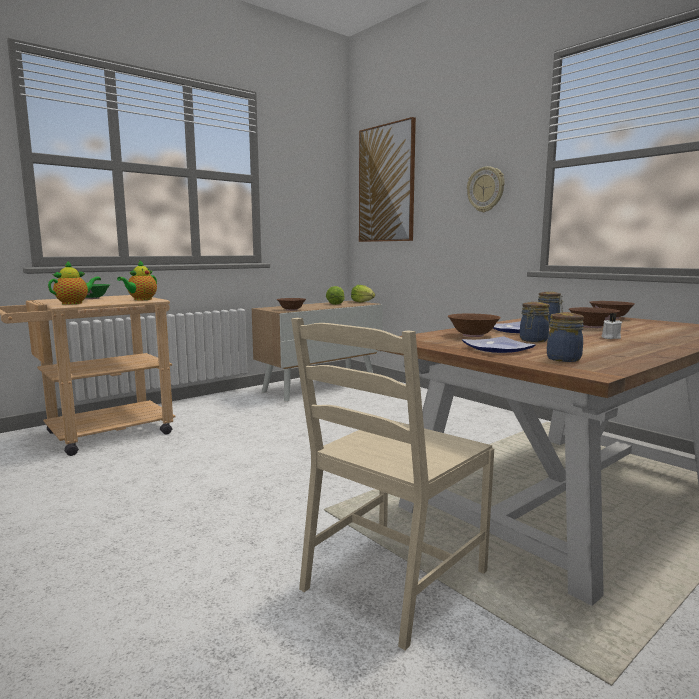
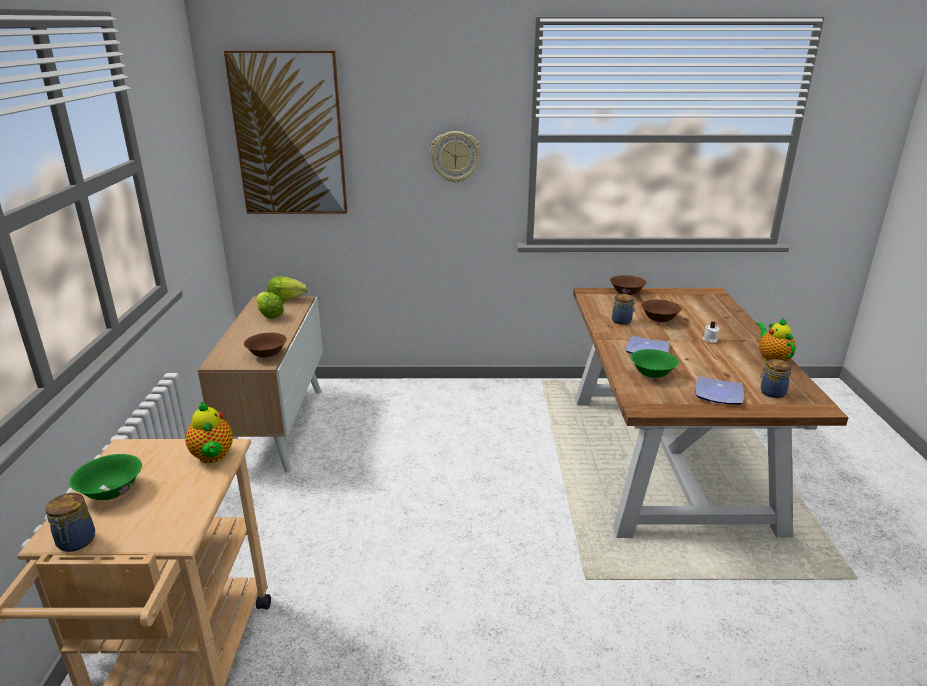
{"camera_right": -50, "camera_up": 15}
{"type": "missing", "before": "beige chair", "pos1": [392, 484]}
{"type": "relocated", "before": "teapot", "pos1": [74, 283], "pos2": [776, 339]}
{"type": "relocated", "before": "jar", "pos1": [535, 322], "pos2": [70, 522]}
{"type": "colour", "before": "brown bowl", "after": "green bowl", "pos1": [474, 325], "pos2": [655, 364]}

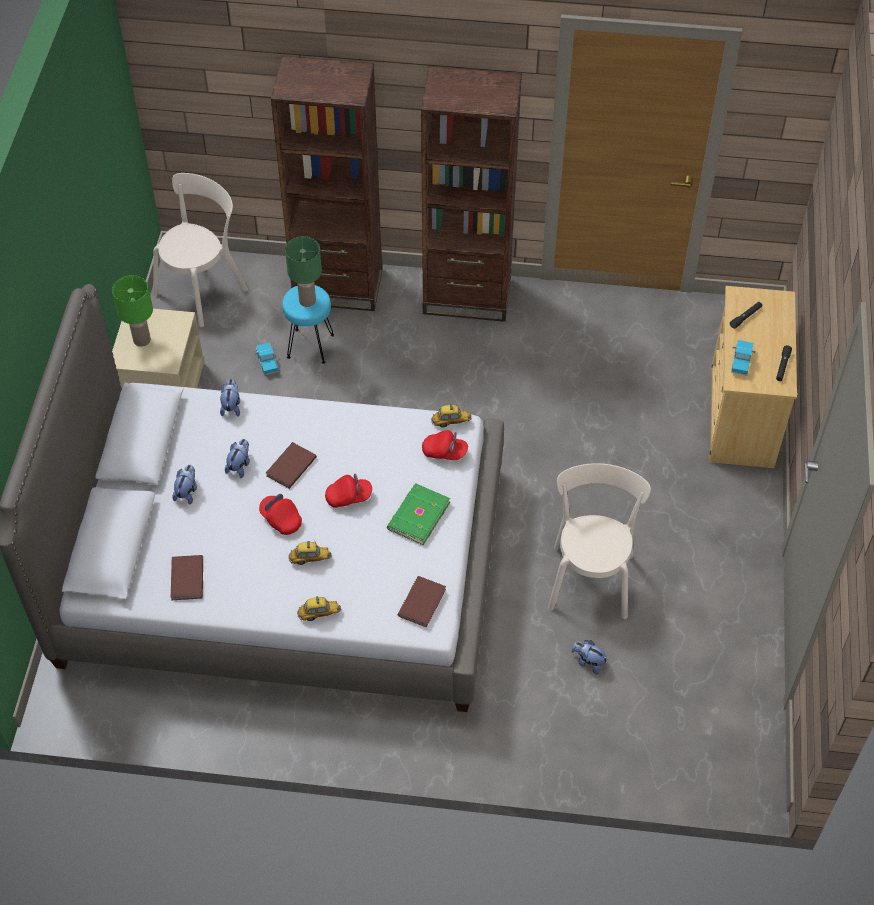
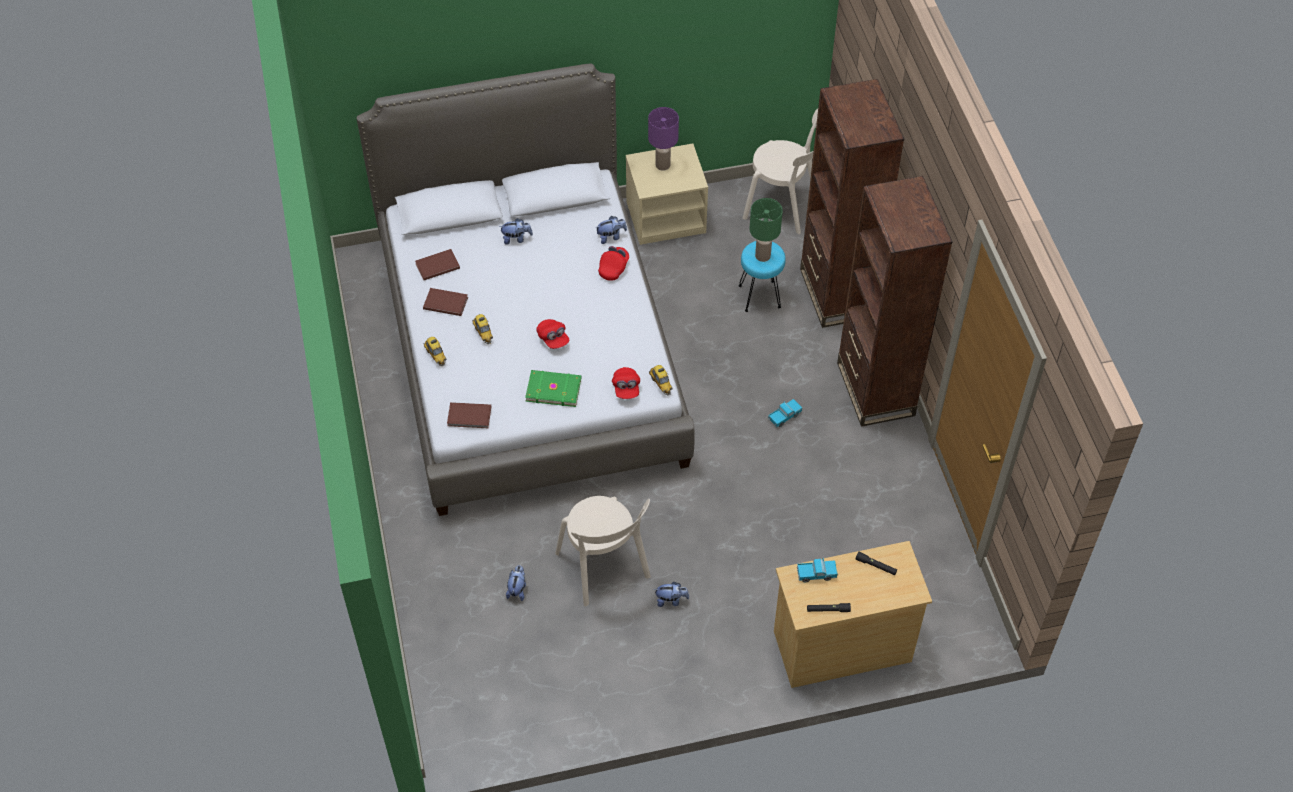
{"camera_right": 70, "camera_up": 0}
{"type": "relocated", "before": "plush toy", "pos1": [237, 458], "pos2": [671, 594]}
{"type": "relocated", "before": "toy truck", "pos1": [267, 359], "pos2": [785, 413]}
{"type": "relocated", "before": "red cap", "pos1": [280, 514], "pos2": [613, 263]}
{"type": "relocated", "before": "brown book", "pos1": [291, 465], "pos2": [445, 302]}
{"type": "colour", "before": "green table lamp", "after": "purple table lamp", "pos1": [132, 311], "pos2": [663, 139]}
{"type": "spun", "before": "beige chair", "pos1": [599, 541], "pos2": [603, 551], "turn": 75}

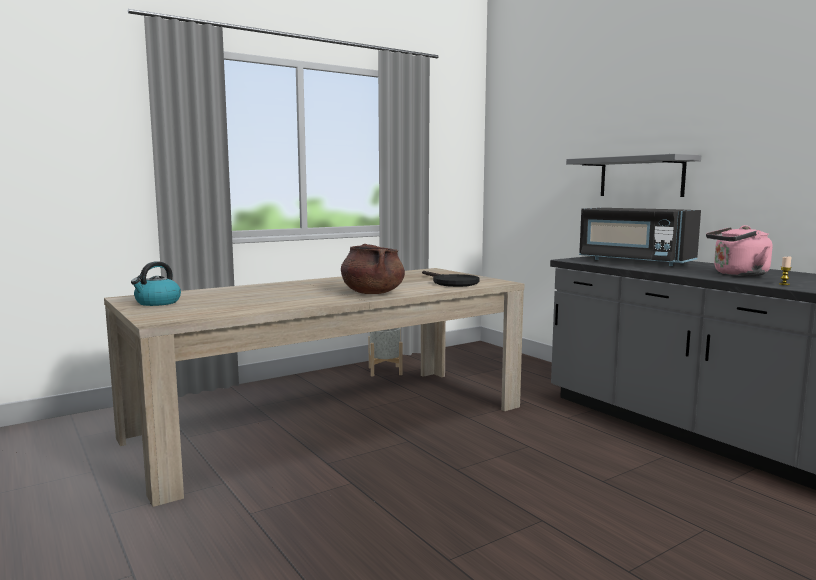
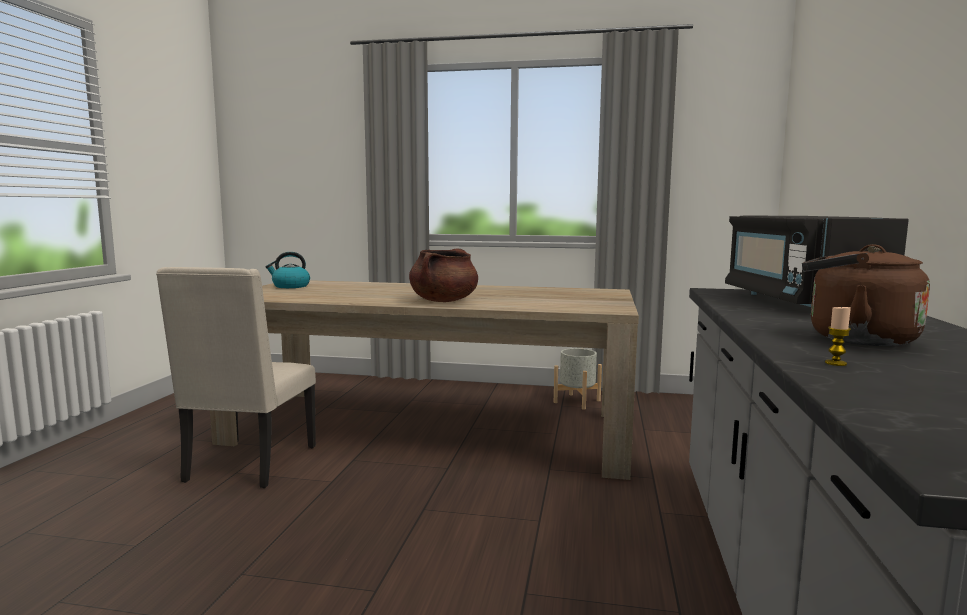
{"camera_right": 45, "camera_up": 0}
{"type": "missing", "before": "black frying pan", "pos1": [451, 279]}
{"type": "missing", "before": "grey shelf", "pos1": [633, 175]}
{"type": "appeared", "after": "beige chair", "pos2": [236, 377]}
{"type": "colour", "before": "pink kettle", "after": "brown kettle", "pos1": [739, 250], "pos2": [866, 295]}

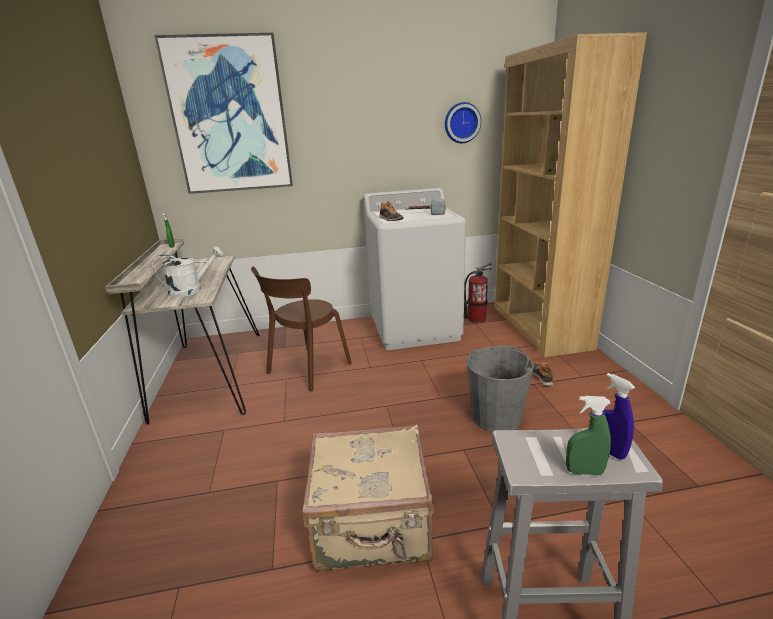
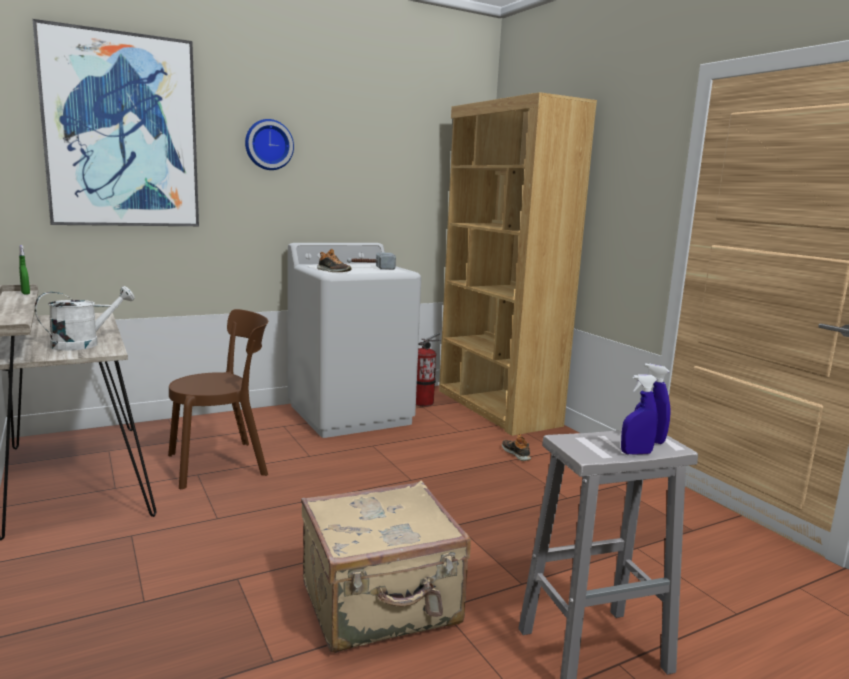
{"camera_right": -20, "camera_up": -10}
{"type": "missing", "before": "grey bucket", "pos1": [500, 389]}
{"type": "relocated", "before": "wall clock", "pos1": [463, 122], "pos2": [269, 144]}
{"type": "colour", "before": "green spray bottle", "after": "blue spray bottle", "pos1": [588, 435], "pos2": [639, 414]}
{"type": "spun", "before": "brown chair", "pos1": [301, 329], "pos2": [218, 399], "turn": -135}

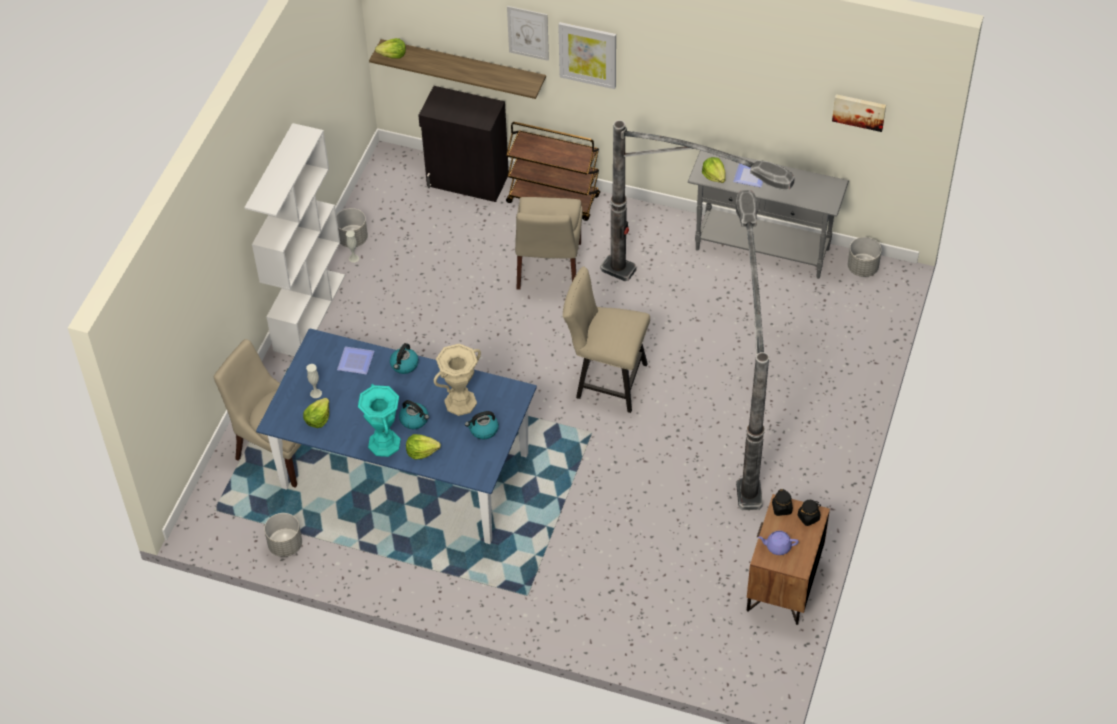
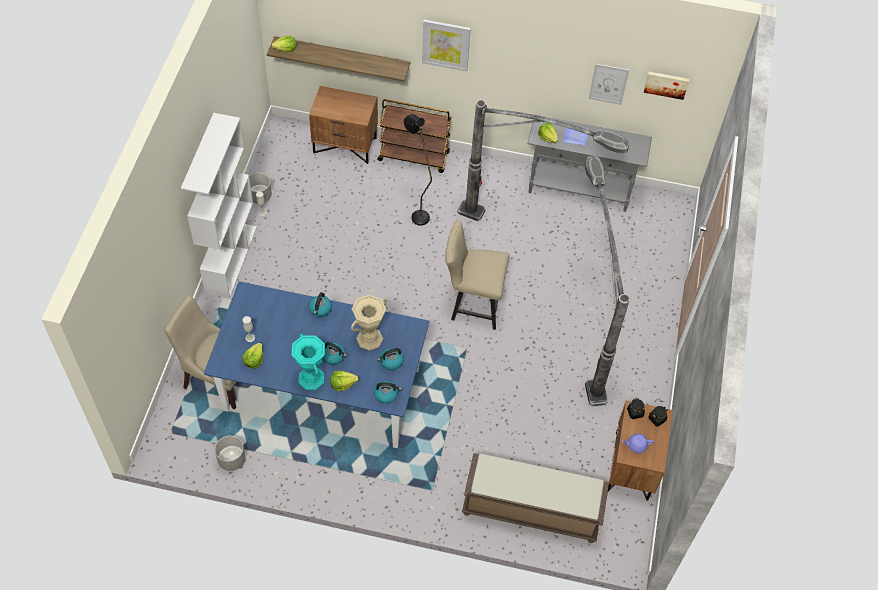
{"camera_right": -10, "camera_up": 5}
{"type": "missing", "before": "plate", "pos1": [355, 360]}
{"type": "missing", "before": "grey planter", "pos1": [865, 257]}
{"type": "appeared", "after": "kettle", "pos2": [388, 392]}
{"type": "appeared", "after": "brown bench", "pos2": [535, 498]}
{"type": "relocated", "before": "picture", "pos1": [528, 33], "pos2": [608, 84]}
{"type": "exchanged", "before": "black cabinet", "after": "brown nightstand", "pos1": [463, 144], "pos2": [343, 125]}
{"type": "exchanged", "before": "beige chair", "after": "black floor lamp", "pos1": [548, 243], "pos2": [418, 170]}

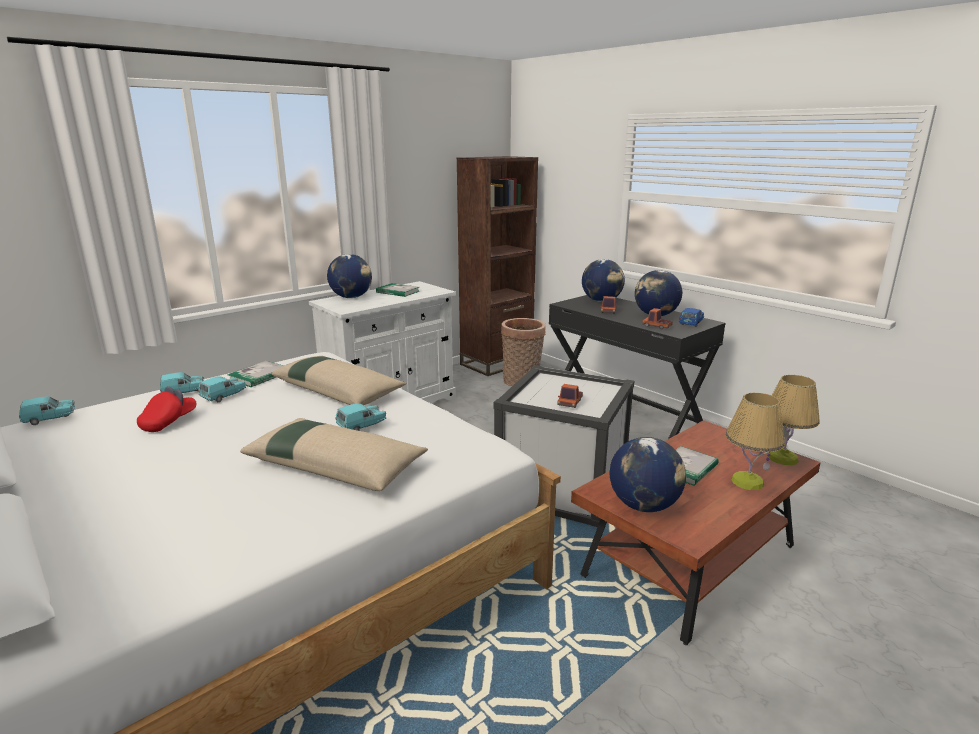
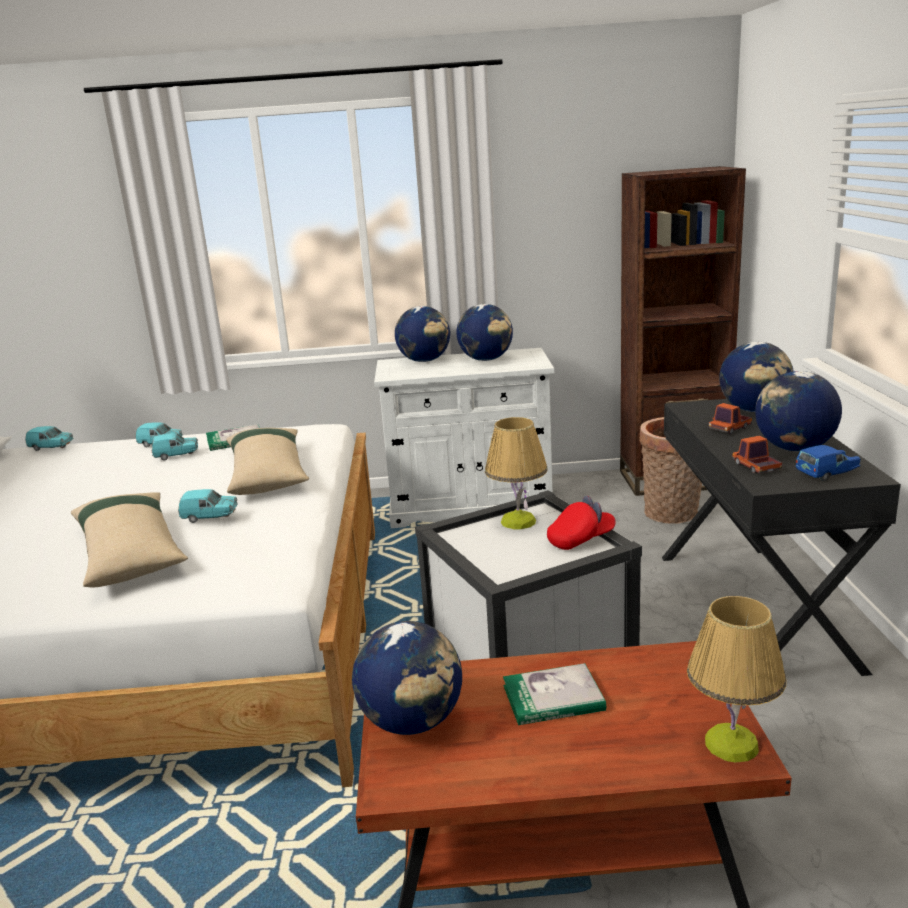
{"camera_right": 40, "camera_up": 0}
{"type": "missing", "before": "toy truck", "pos1": [570, 396]}
{"type": "relocated", "before": "red cap", "pos1": [167, 409], "pos2": [581, 523]}
{"type": "relocated", "before": "table lamp", "pos1": [755, 441], "pos2": [516, 473]}
{"type": "exchanged", "before": "book", "after": "globe", "pos1": [397, 290], "pos2": [484, 332]}

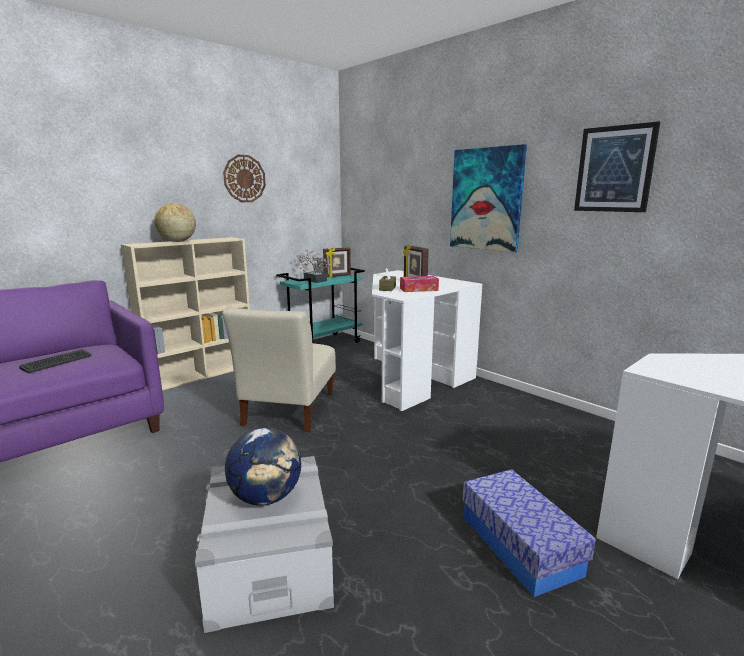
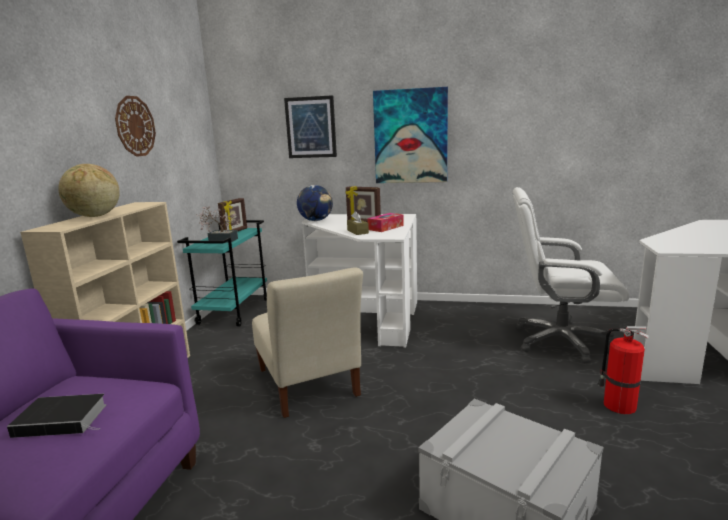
{"camera_right": -35, "camera_up": 0}
{"type": "appeared", "after": "white office chair", "pos2": [571, 275]}
{"type": "relocated", "before": "globe", "pos1": [263, 466], "pos2": [315, 203]}
{"type": "relocated", "before": "picture", "pos1": [617, 166], "pos2": [310, 126]}
{"type": "exchanged", "before": "keyboard", "after": "book", "pos1": [55, 361], "pos2": [56, 416]}
{"type": "exchanged", "before": "storage box", "after": "fire extinguisher", "pos1": [529, 533], "pos2": [623, 370]}

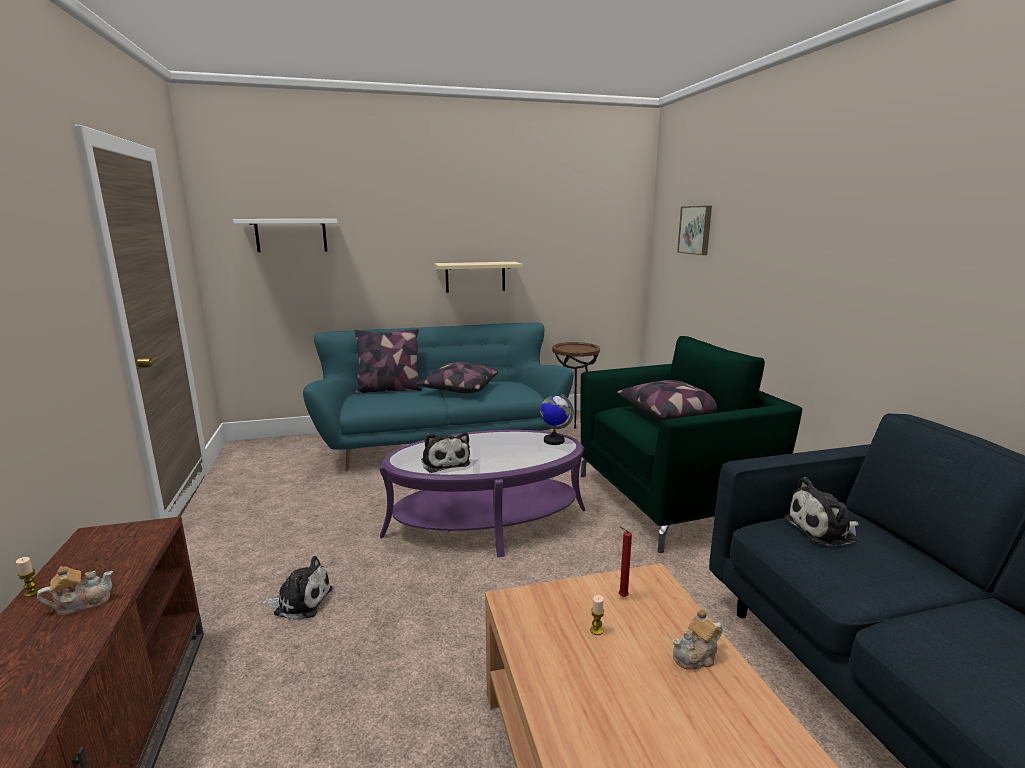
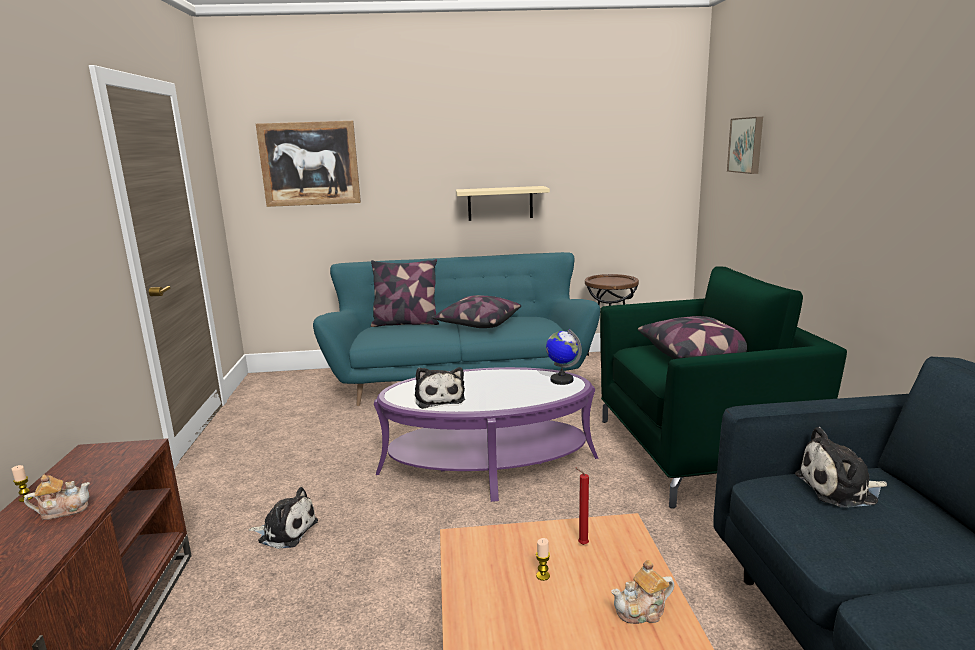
{"camera_right": 10, "camera_up": 0}
{"type": "exchanged", "before": "white shelf", "after": "picture", "pos1": [285, 235], "pos2": [308, 164]}

